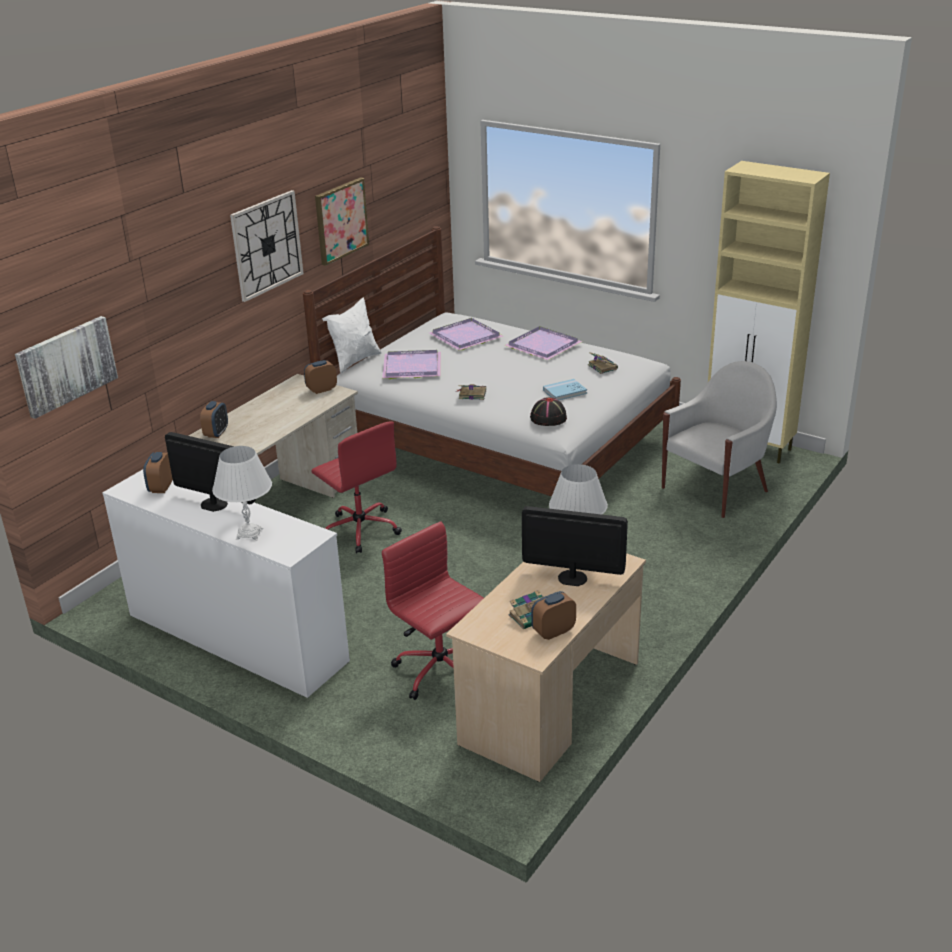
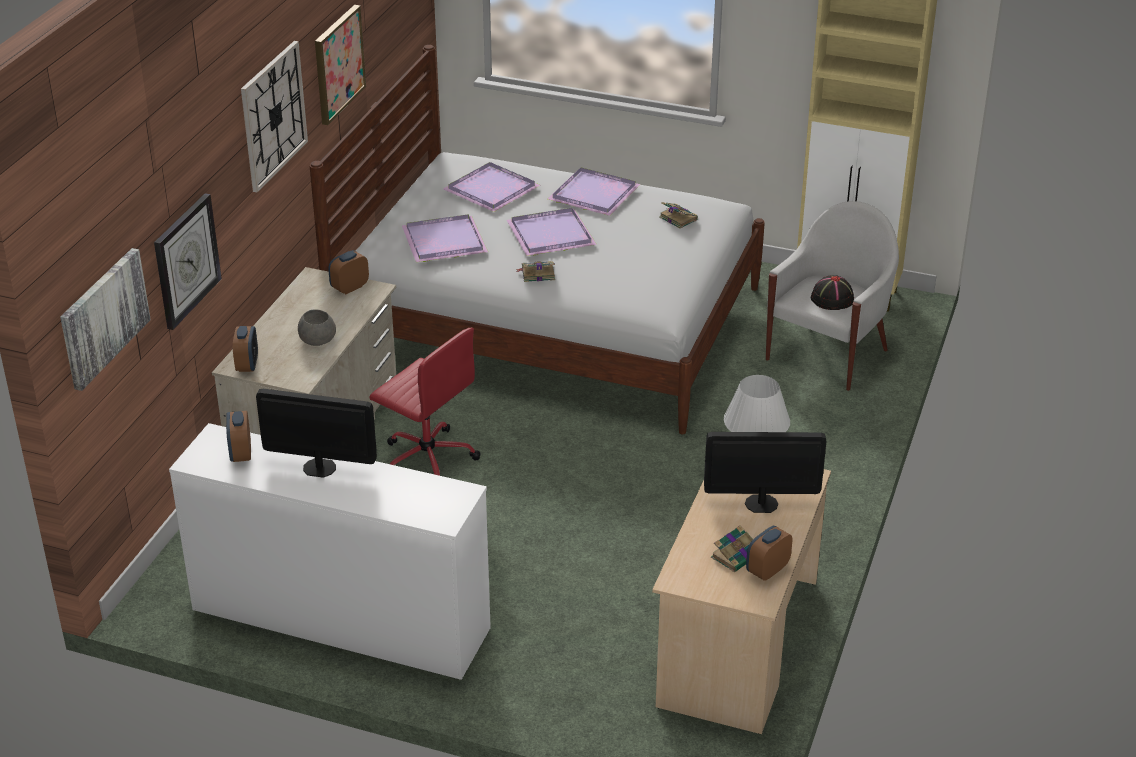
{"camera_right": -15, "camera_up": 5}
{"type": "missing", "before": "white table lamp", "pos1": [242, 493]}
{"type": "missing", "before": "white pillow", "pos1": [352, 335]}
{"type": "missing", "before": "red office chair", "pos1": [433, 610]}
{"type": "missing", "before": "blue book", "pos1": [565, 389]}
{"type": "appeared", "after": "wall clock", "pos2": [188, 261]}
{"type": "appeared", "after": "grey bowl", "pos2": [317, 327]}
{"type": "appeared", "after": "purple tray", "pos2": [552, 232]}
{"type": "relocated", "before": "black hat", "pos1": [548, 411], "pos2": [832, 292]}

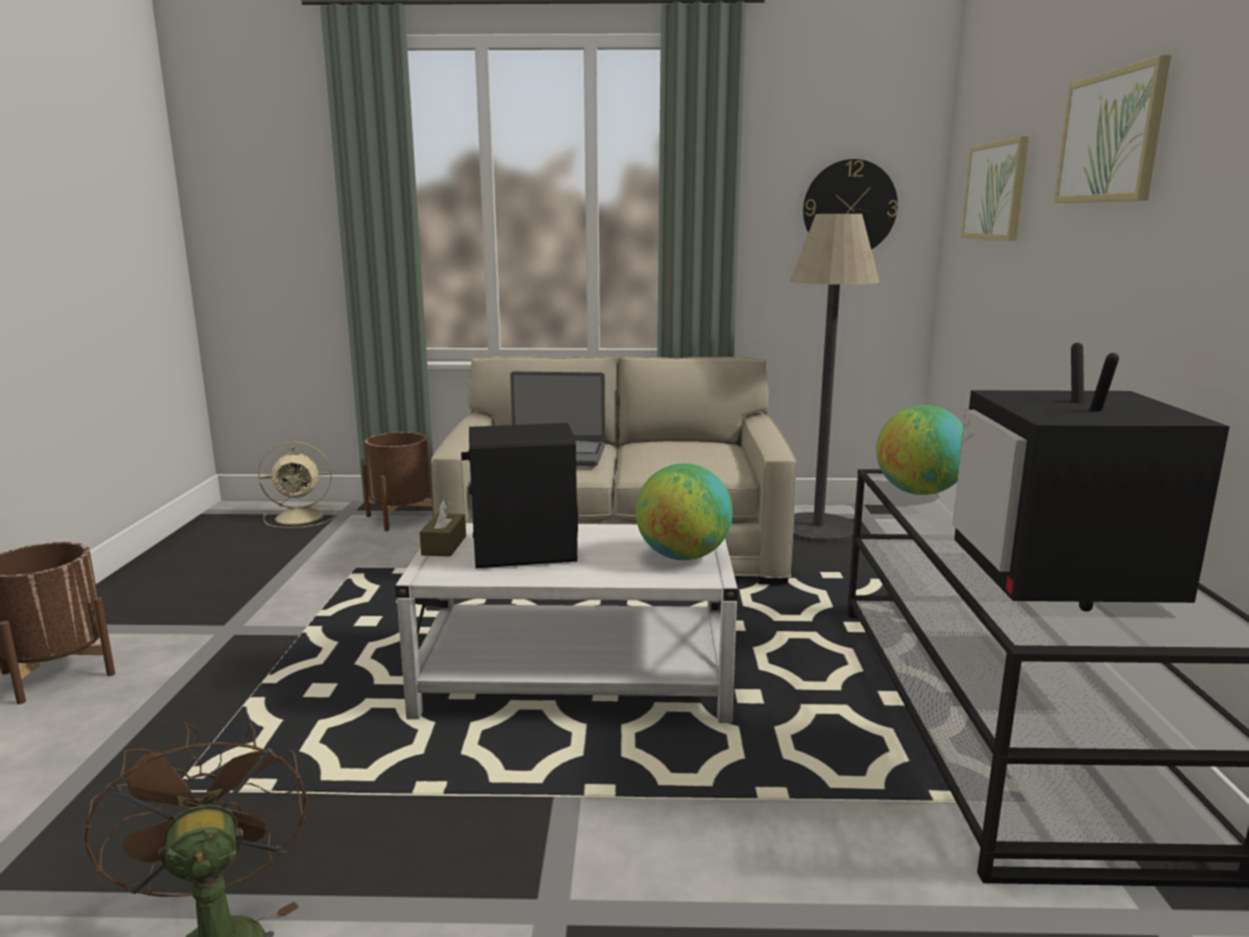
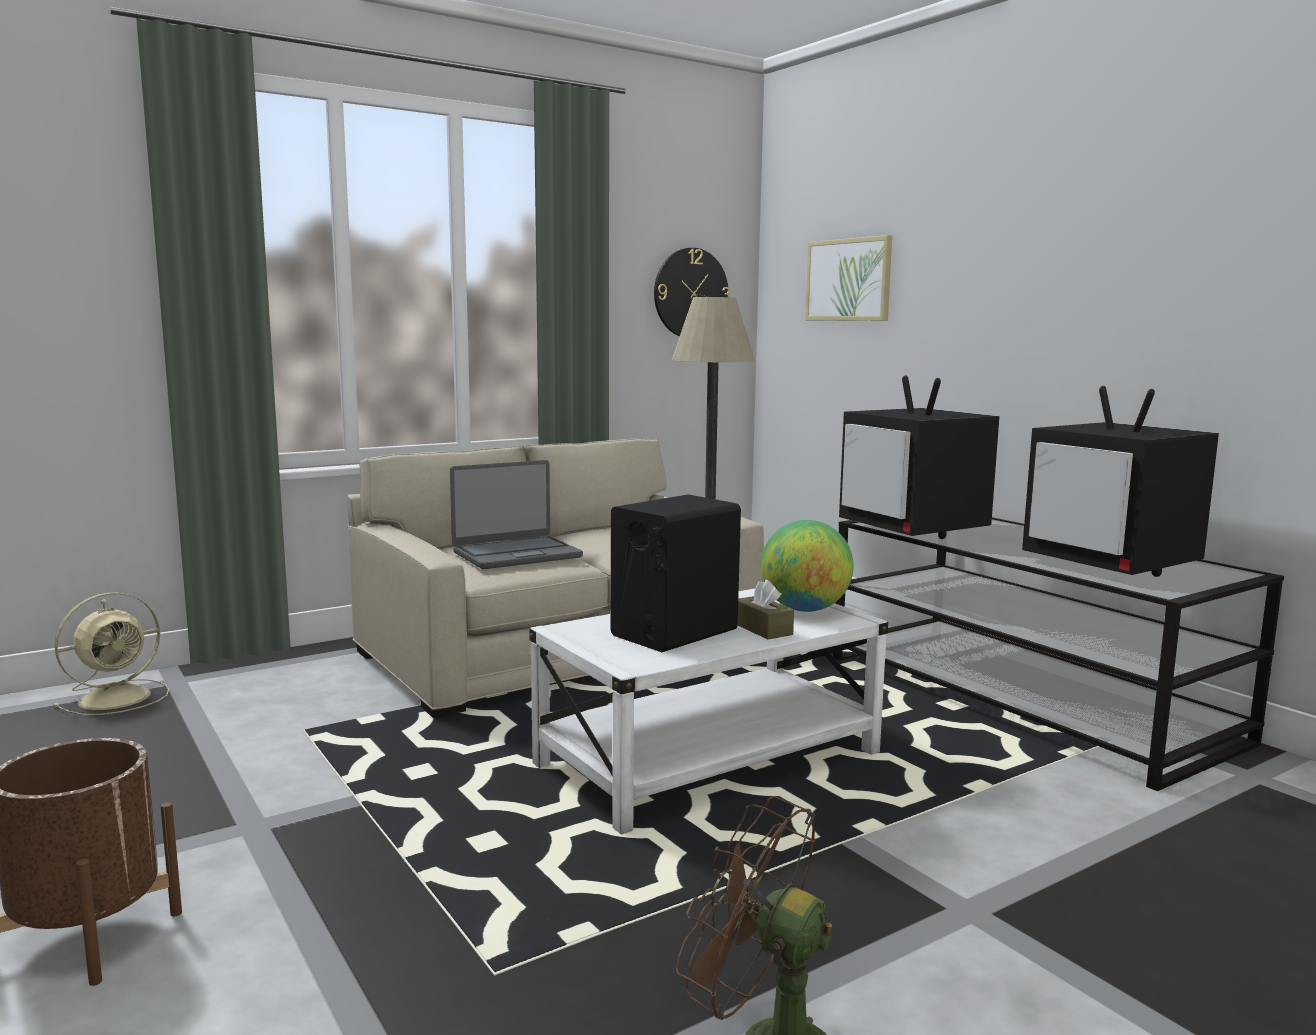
{"camera_right": -35, "camera_up": -5}
{"type": "missing", "before": "brown planter", "pos1": [398, 481]}
{"type": "missing", "before": "picture", "pos1": [1113, 129]}
{"type": "relocated", "before": "brown tissue box", "pos1": [443, 528], "pos2": [766, 609]}
{"type": "exchanged", "before": "globe", "after": "television", "pos1": [920, 450], "pos2": [919, 457]}

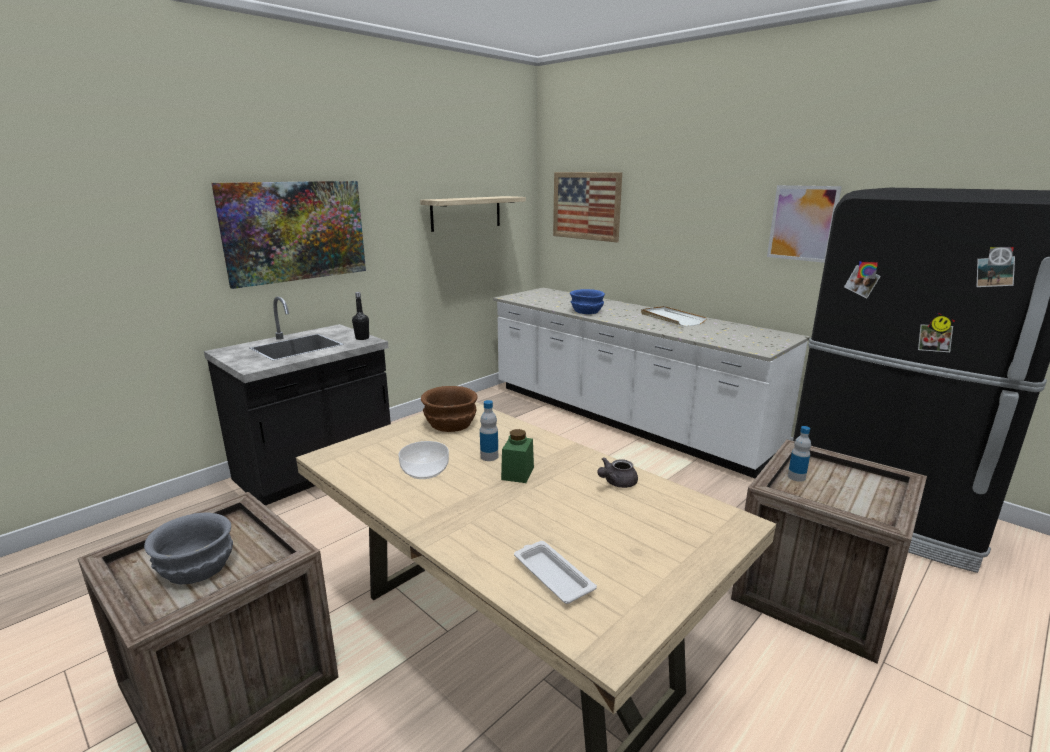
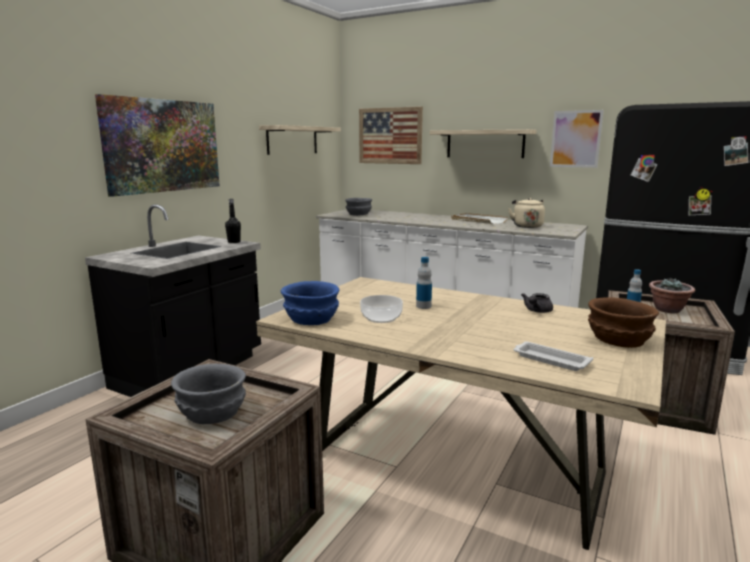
{"camera_right": -15, "camera_up": -5}
{"type": "missing", "before": "green jar", "pos1": [517, 456]}
{"type": "appeared", "after": "grey bowl", "pos2": [358, 207]}
{"type": "appeared", "after": "shelf", "pos2": [483, 143]}
{"type": "appeared", "after": "beige kettle", "pos2": [526, 213]}
{"type": "appeared", "after": "potted plant", "pos2": [672, 295]}
{"type": "relocated", "before": "brown bowl", "pos1": [449, 409], "pos2": [623, 322]}
{"type": "relocated", "before": "blue bowl", "pos1": [587, 301], "pos2": [310, 303]}

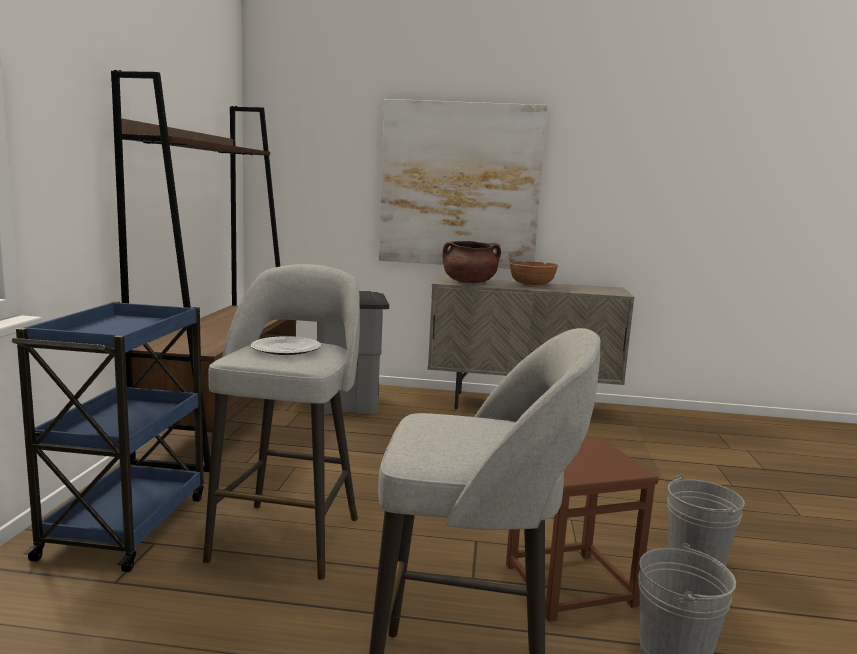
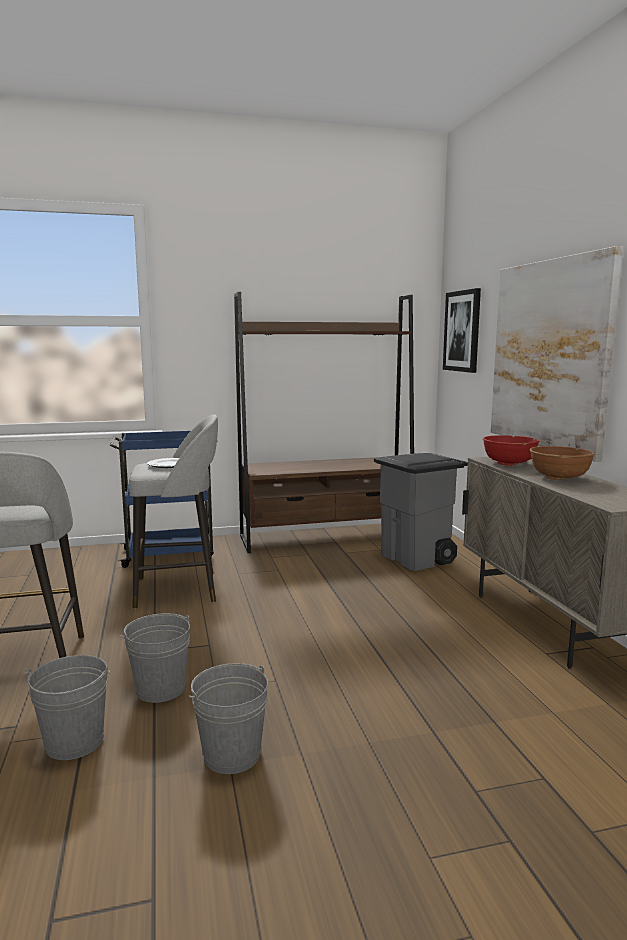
{"camera_right": 70, "camera_up": 0}
{"type": "appeared", "after": "picture", "pos2": [462, 330]}
{"type": "exchanged", "before": "brown cooking pot", "after": "red bowl", "pos1": [471, 262], "pos2": [511, 450]}
{"type": "exchanged", "before": "brown stool", "after": "grey bucket", "pos1": [582, 529], "pos2": [155, 658]}

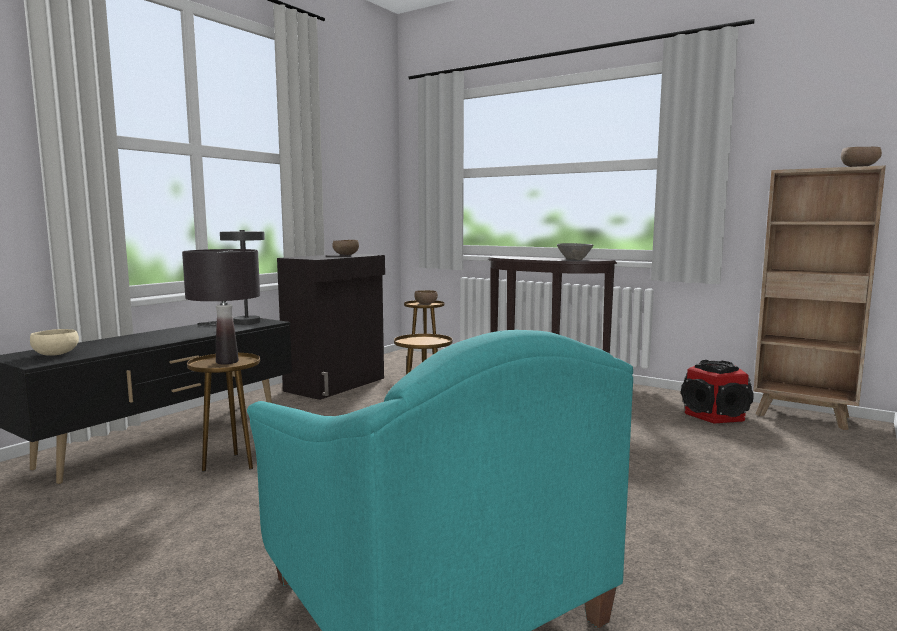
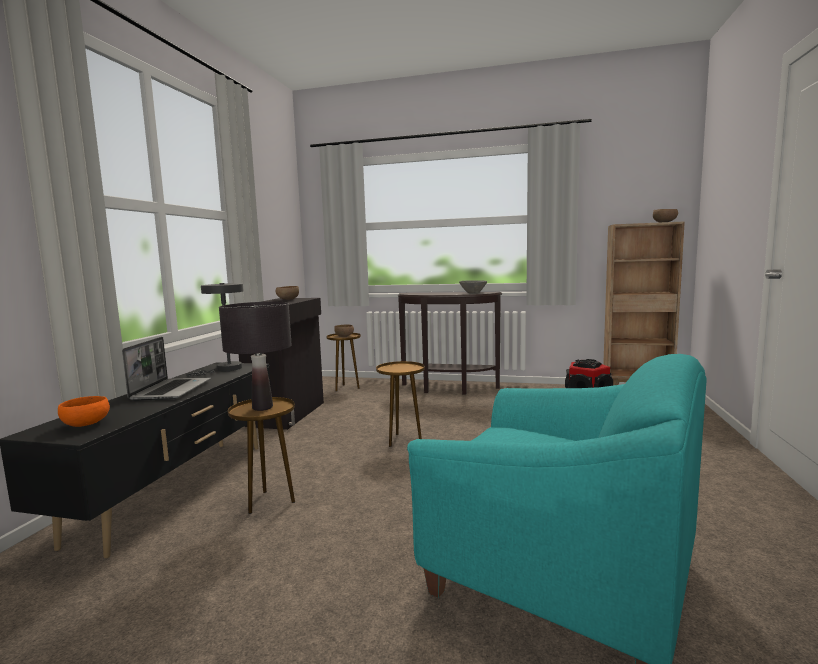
{"camera_right": -20, "camera_up": 0}
{"type": "appeared", "after": "laptop", "pos2": [166, 369]}
{"type": "colour", "before": "beige bowl", "after": "orange bowl", "pos1": [54, 342], "pos2": [84, 411]}

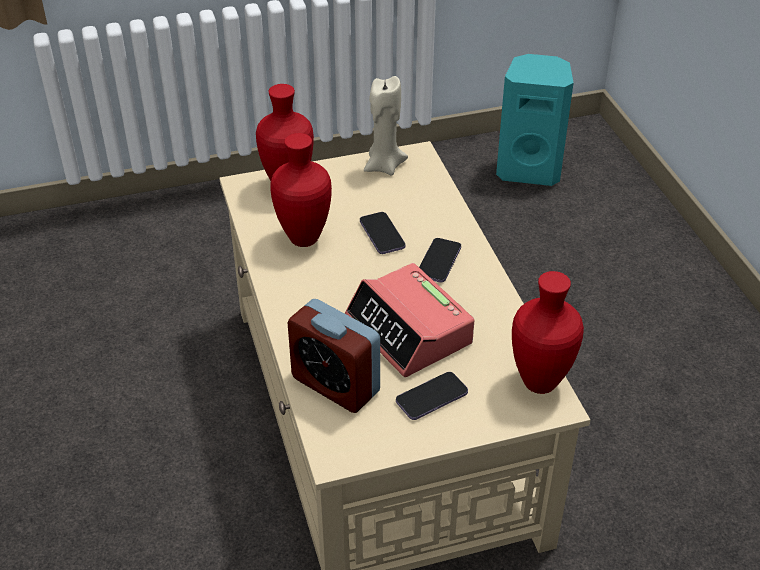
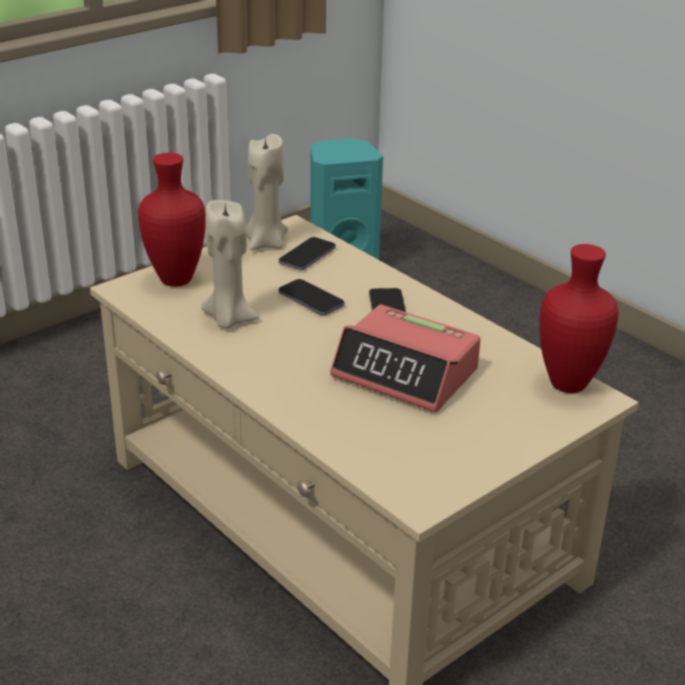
{"camera_right": -25, "camera_up": -10}
{"type": "missing", "before": "alarm clock", "pos1": [333, 356]}
{"type": "relocated", "before": "phone", "pos1": [432, 396], "pos2": [307, 253]}
{"type": "exchanged", "before": "red vase", "after": "beige candle", "pos1": [301, 190], "pos2": [230, 264]}

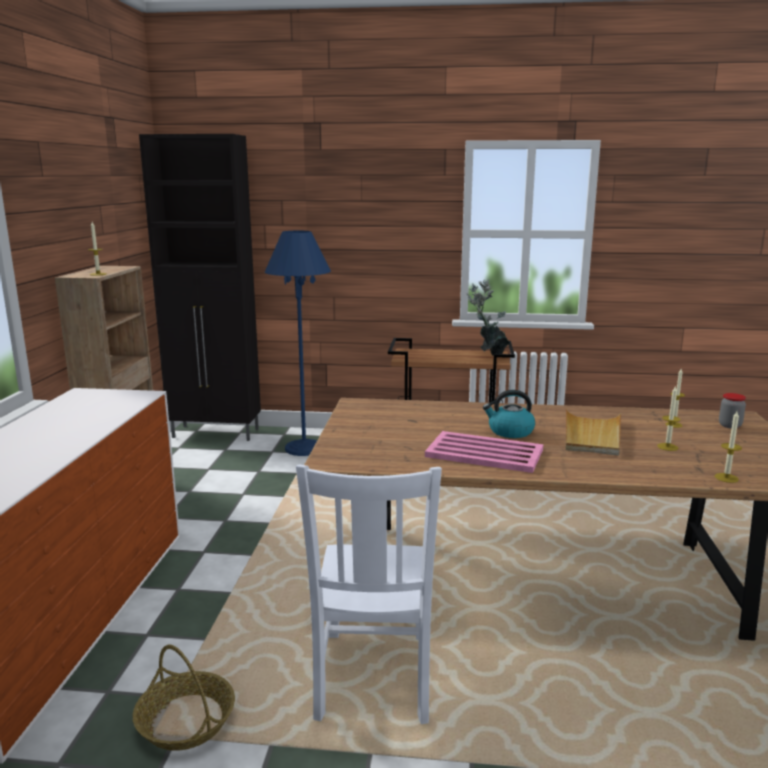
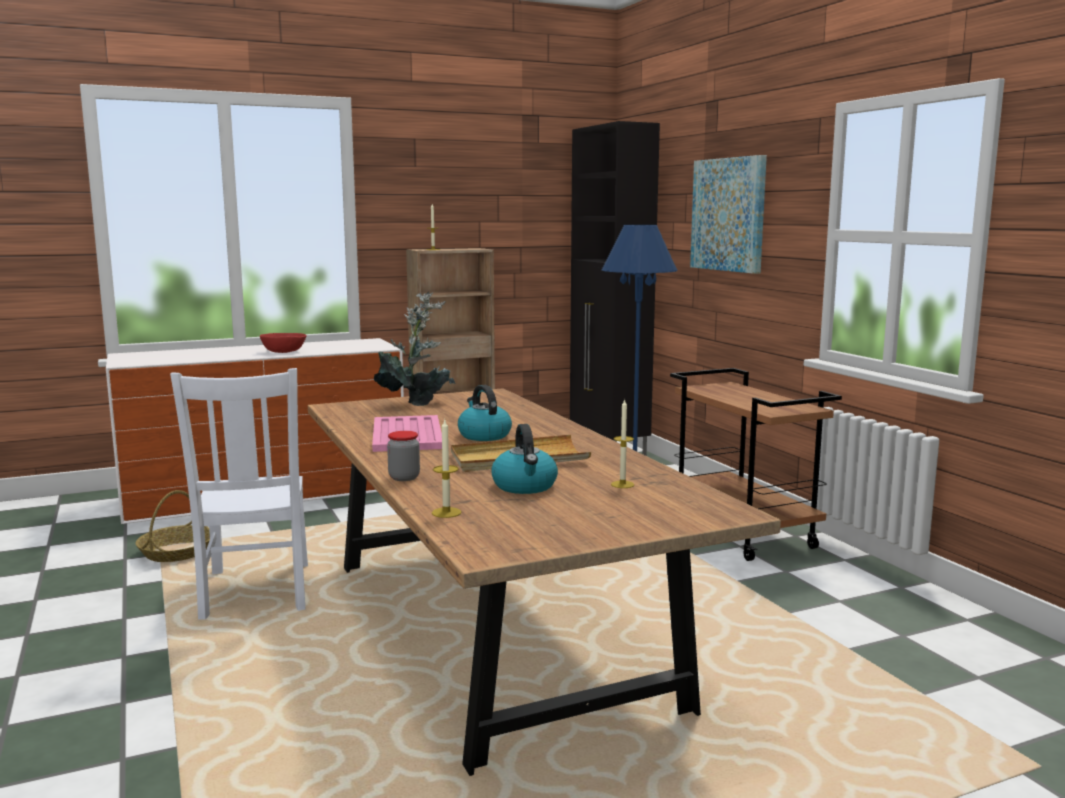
{"camera_right": 60, "camera_up": -5}
{"type": "appeared", "after": "red bowl", "pos2": [283, 343]}
{"type": "appeared", "after": "picture", "pos2": [728, 214]}
{"type": "relocated", "before": "potted plant", "pos1": [489, 317], "pos2": [415, 349]}
{"type": "relocated", "before": "jar", "pos1": [732, 411], "pos2": [403, 456]}
{"type": "exchanged", "before": "candle", "after": "kettle", "pos1": [669, 418], "pos2": [524, 459]}
{"type": "spun", "before": "white chair", "pos1": [369, 594], "pos2": [239, 494], "turn": -75}

